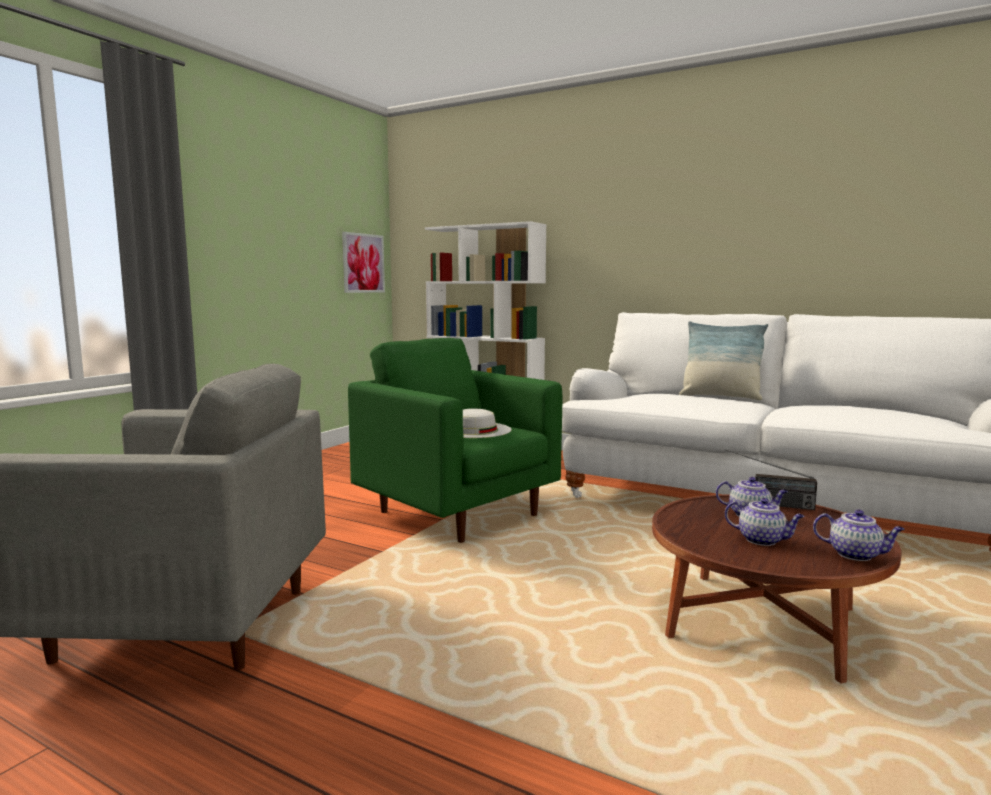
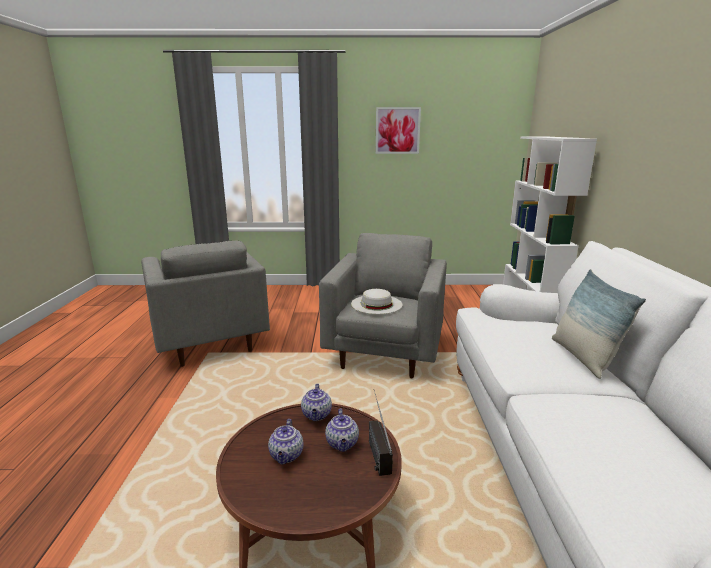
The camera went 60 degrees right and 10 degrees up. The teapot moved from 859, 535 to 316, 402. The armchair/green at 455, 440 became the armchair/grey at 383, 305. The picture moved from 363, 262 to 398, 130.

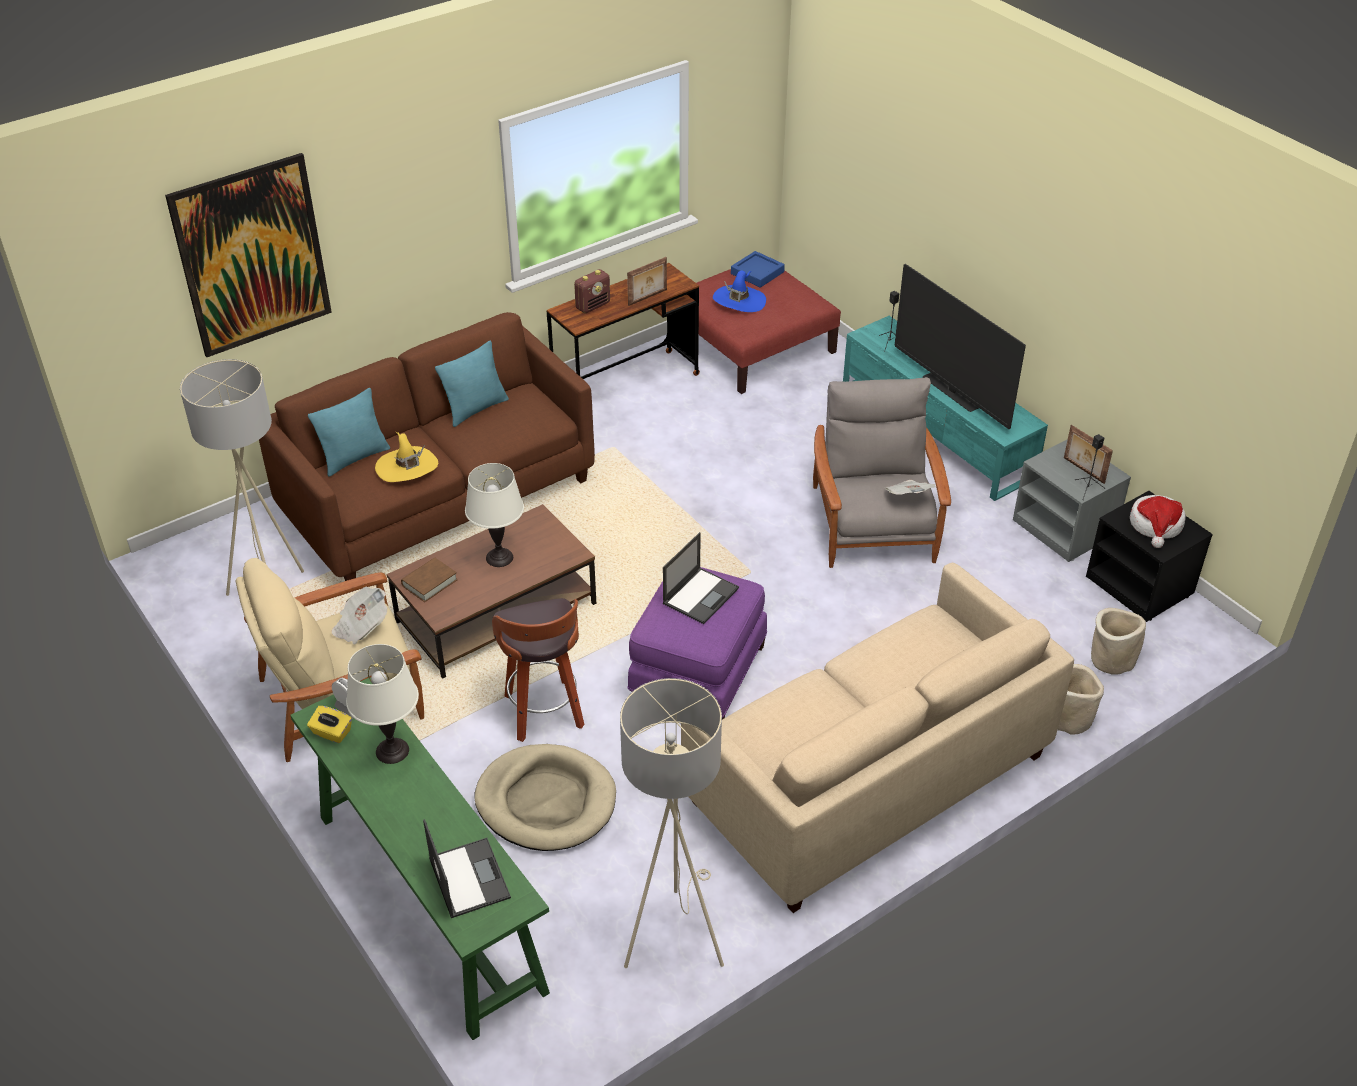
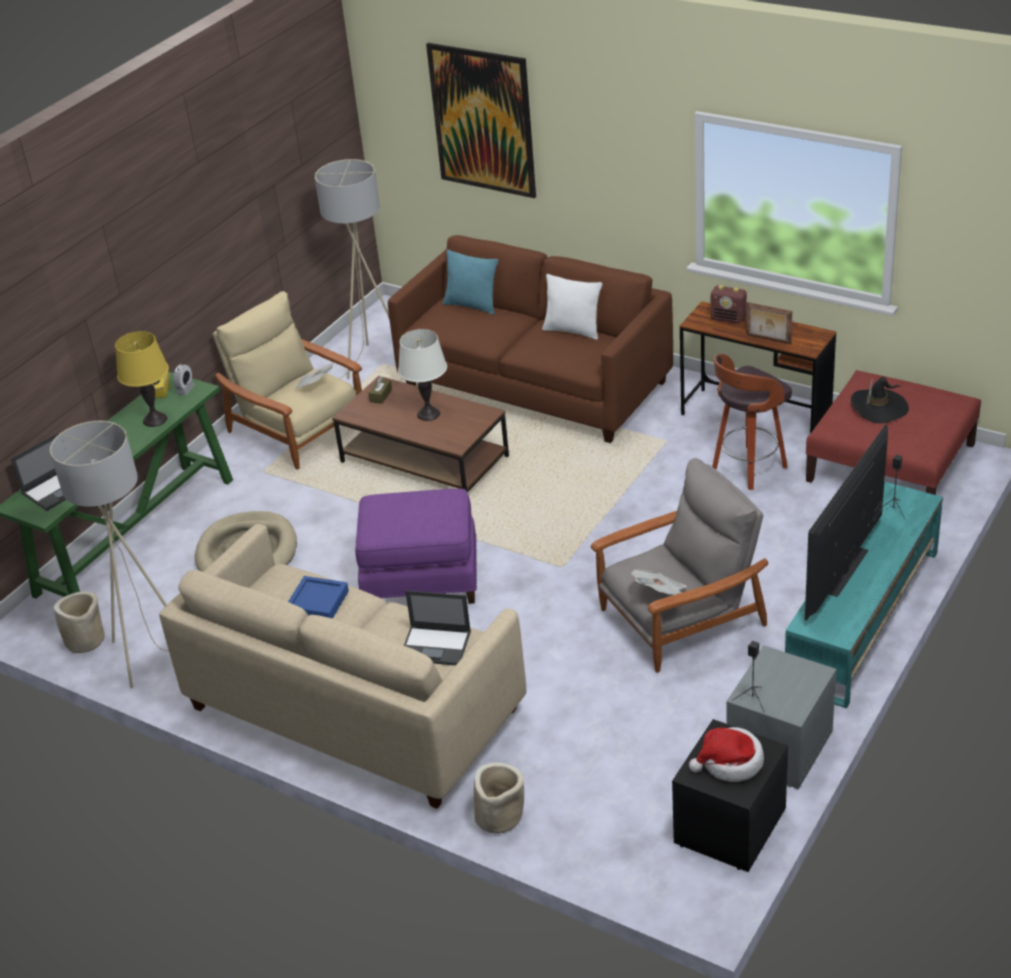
The camera went 70 degrees right and 5 degrees down. The planter/beige moved from 1118, 641 to 79, 622. The table lamp/white at 382, 704 became the table lamp/yellow at 142, 379. The tray/blue moved from 758, 269 to 318, 597. The book/brown at 429, 580 was replaced by the tissue box/brown at 380, 390. The laptop moved from 701, 578 to 437, 628. The pillow/turquoise at 472, 383 became the pillow/white at 572, 307. The stool moved from 538, 670 to 752, 422. The hat/blue at 739, 291 became the hat/black at 880, 400. The hat/yellow at 406, 457 disappeared. The picture frame at 1088, 454 disappeared.

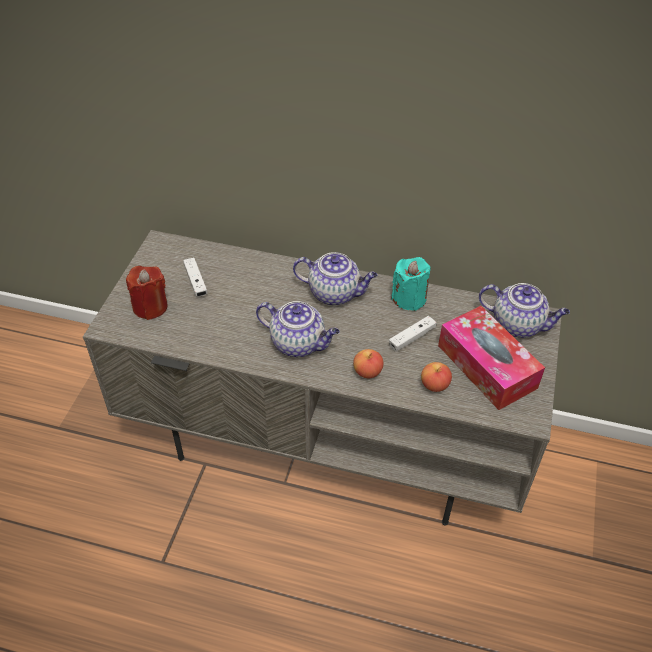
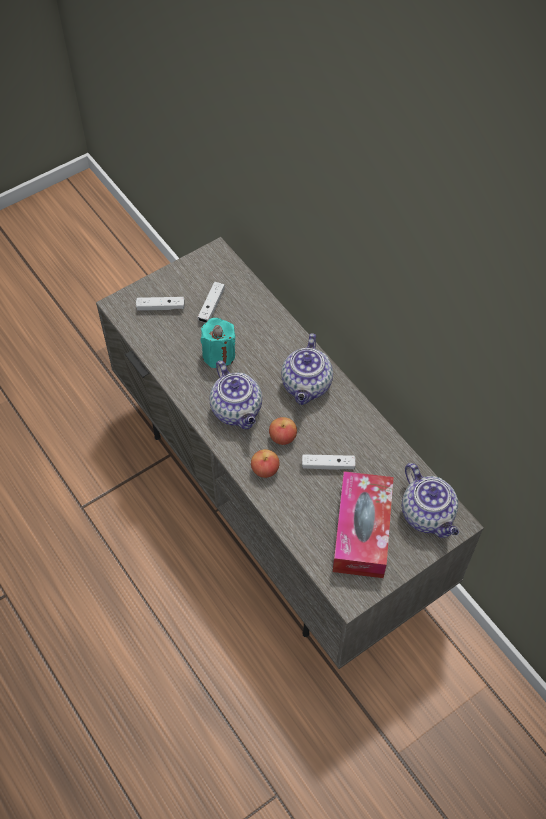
The camera went 40 degrees right and 10 degrees up. The candle/red at 147, 293 was replaced by the game controller/white at 160, 304. The candle/turquoise moved from 411, 284 to 217, 343. The apple moved from 436, 377 to 283, 431. The teapot at 335, 279 turned 45 degrees clockwise.

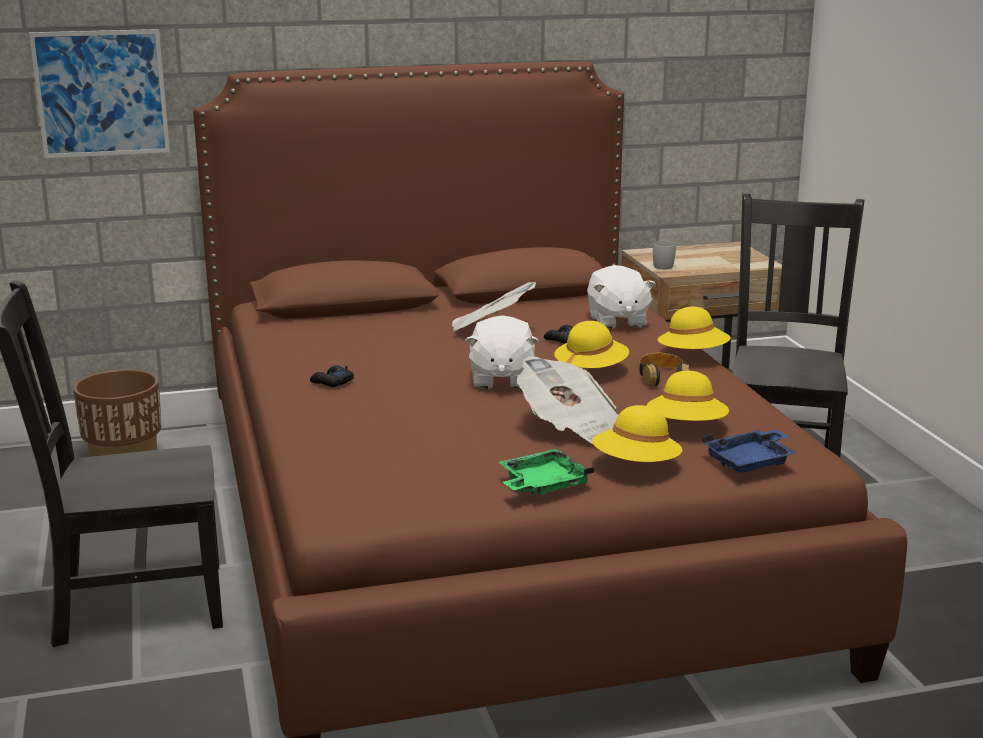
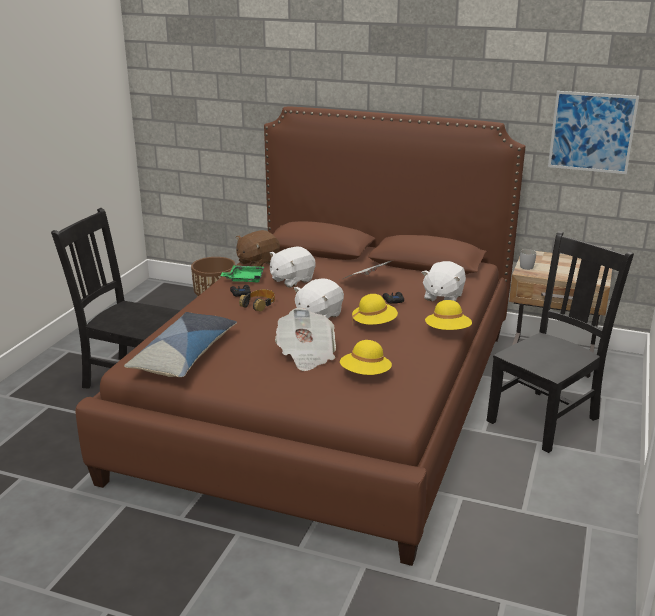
The camera went 35 degrees right and 5 degrees up. The pillow at 180, 344 appeared. The tray/green moved from 546, 472 to 242, 274. The plush toy/brown at 258, 248 appeared. The headphones moved from 663, 369 to 257, 300. The plush toy/white at 292, 267 appeared. The picture moved from 99, 93 to 593, 132. The hat/yellow at 637, 433 disappeared. The tray/blue at 750, 451 disappeared.

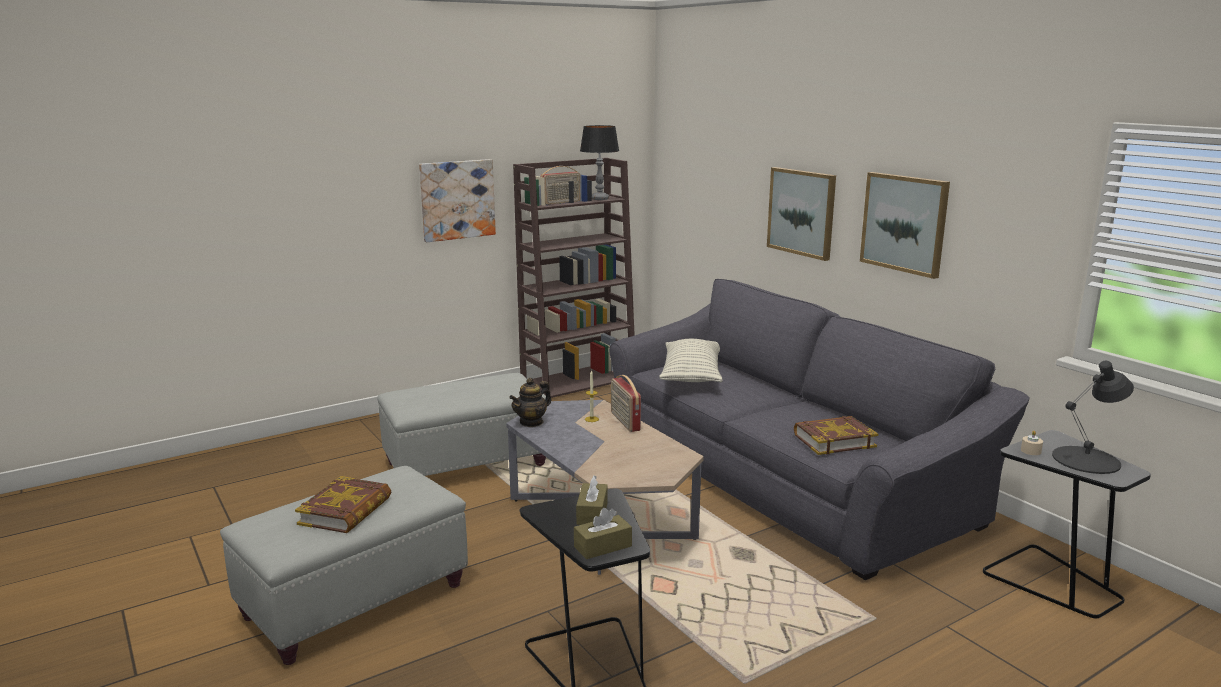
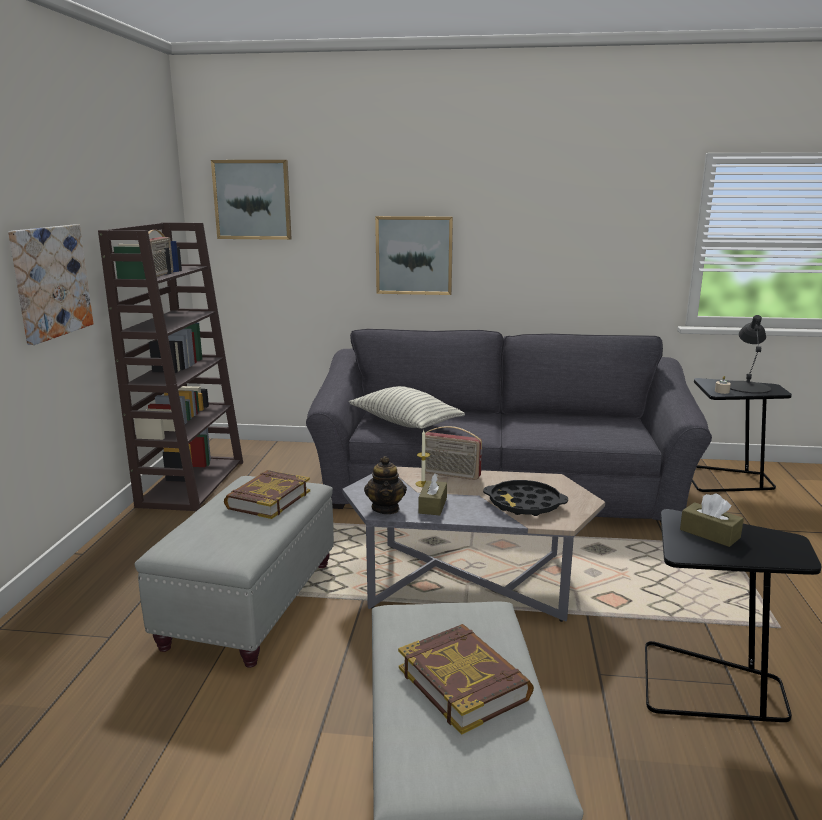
The camera went 50 degrees left and 0 degrees up. The picture moved from 905, 225 to 251, 200. The book moved from 836, 435 to 267, 494. The tissue box/brown moved from 603, 533 to 432, 494. The tray/black at 525, 498 appeared. The table lamp at 599, 162 disappeared.

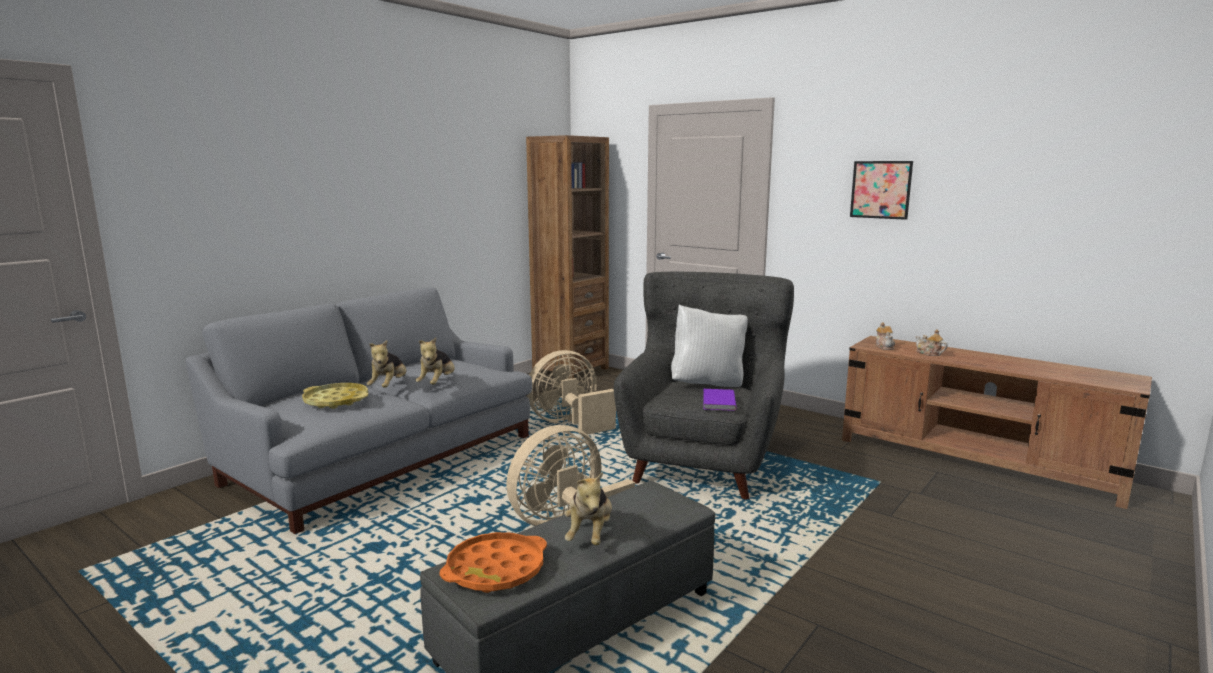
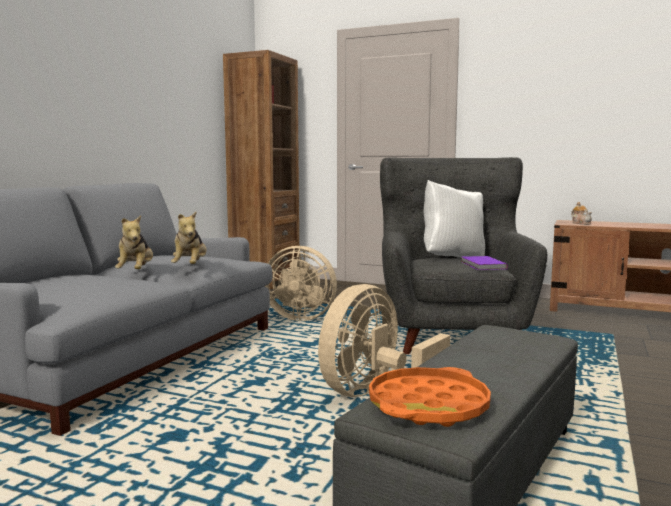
The camera went 15 degrees left and 5 degrees down. The fan/beige at 571, 392 turned 120 degrees counterclockwise. The tray/yellow at 335, 396 disappeared. The plush toy at 588, 508 disappeared. The picture at 881, 190 disappeared. The teapot at 932, 342 disappeared.

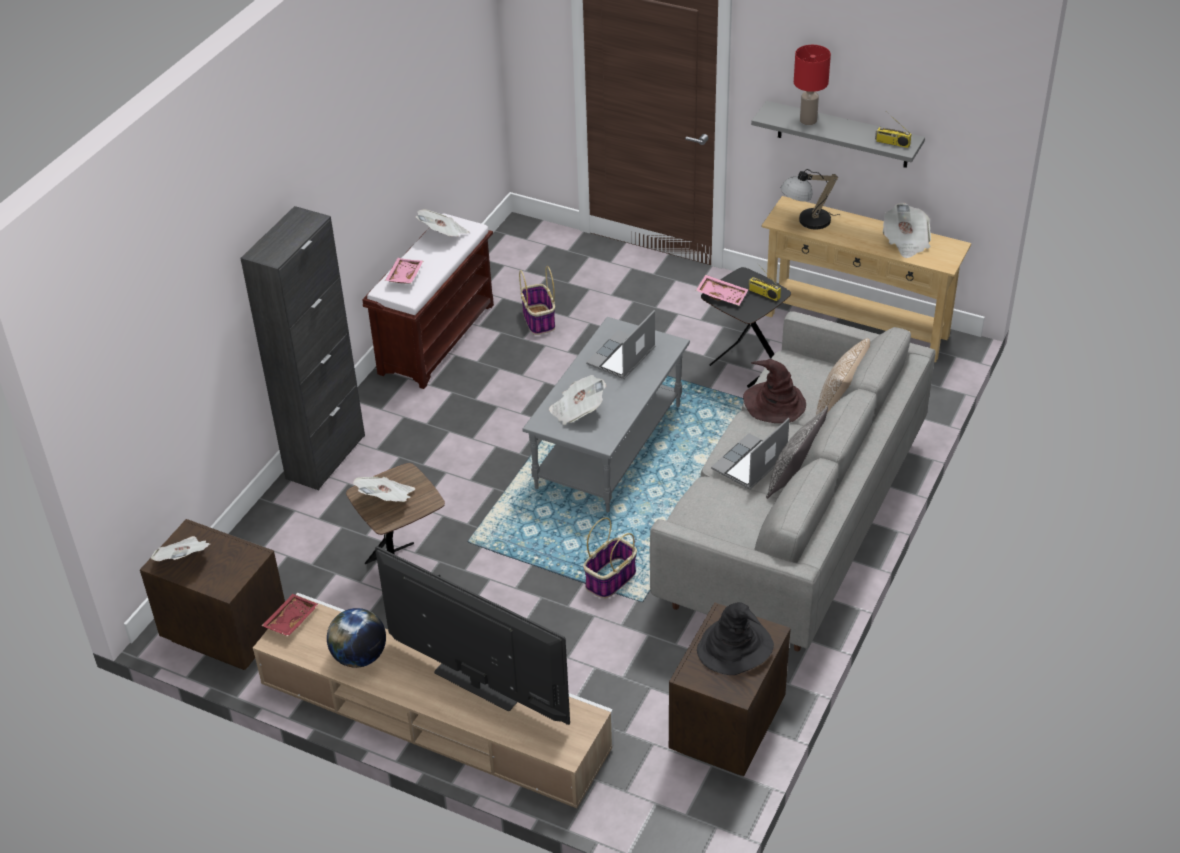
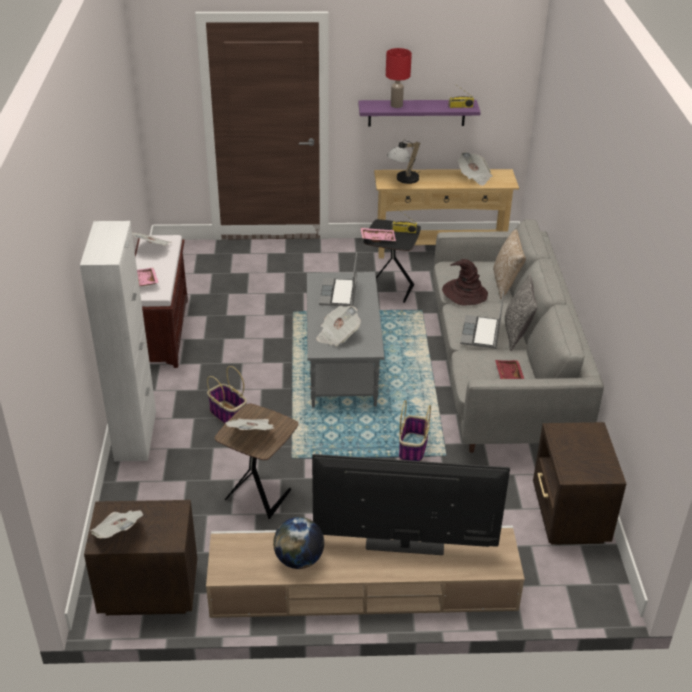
The camera went 30 degrees left and 5 degrees down. The cabinet/black at 302, 348 became the cabinet/white at 118, 341. The basket moved from 537, 300 to 227, 395. The shelf/grey at 838, 134 became the shelf/purple at 419, 113. The tray/red moved from 290, 615 to 509, 369. The hat/black at 735, 638 disappeared.

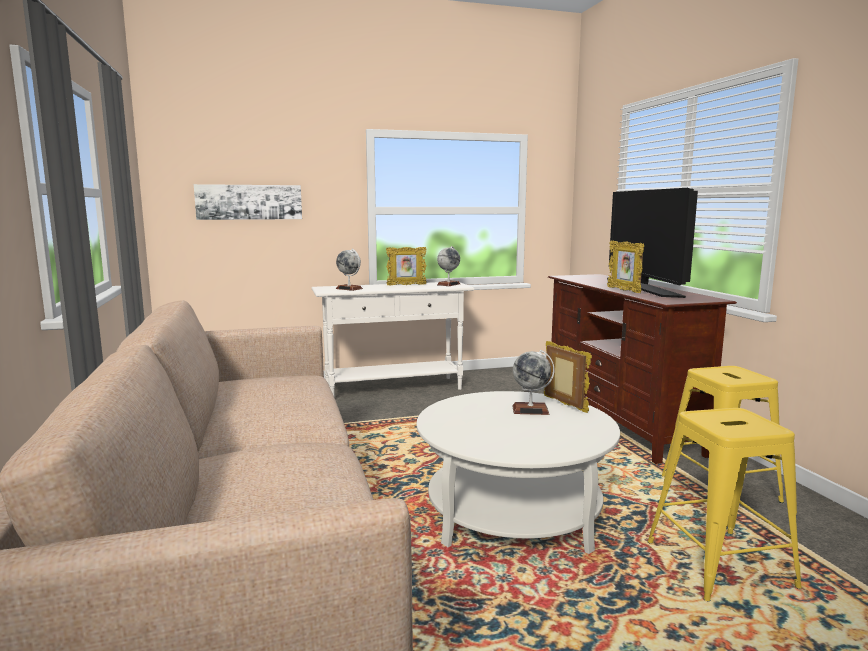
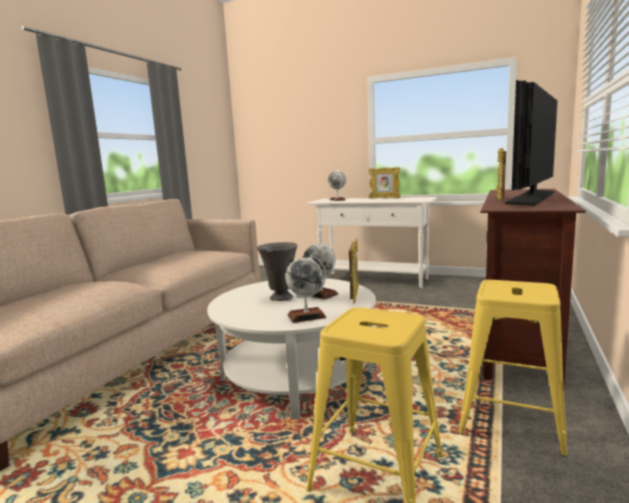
The camera went 40 degrees right and 0 degrees up. The vase/grey at 277, 271 appeared. The globe moved from 448, 266 to 305, 289. The picture at 248, 202 disappeared.

